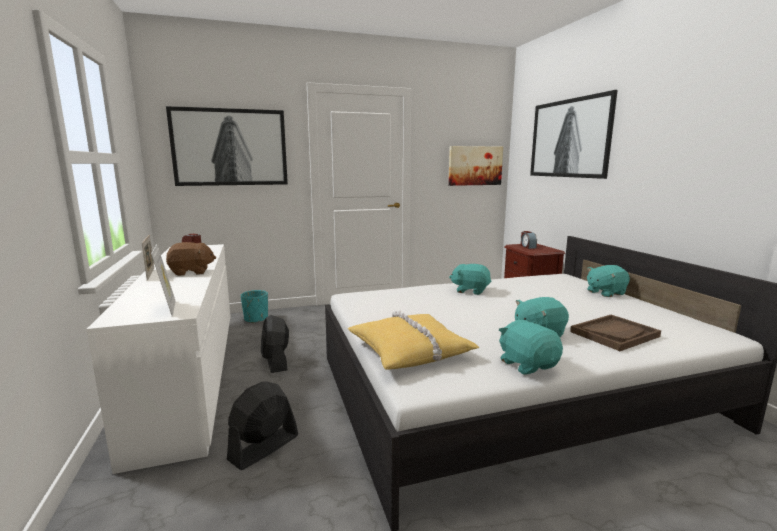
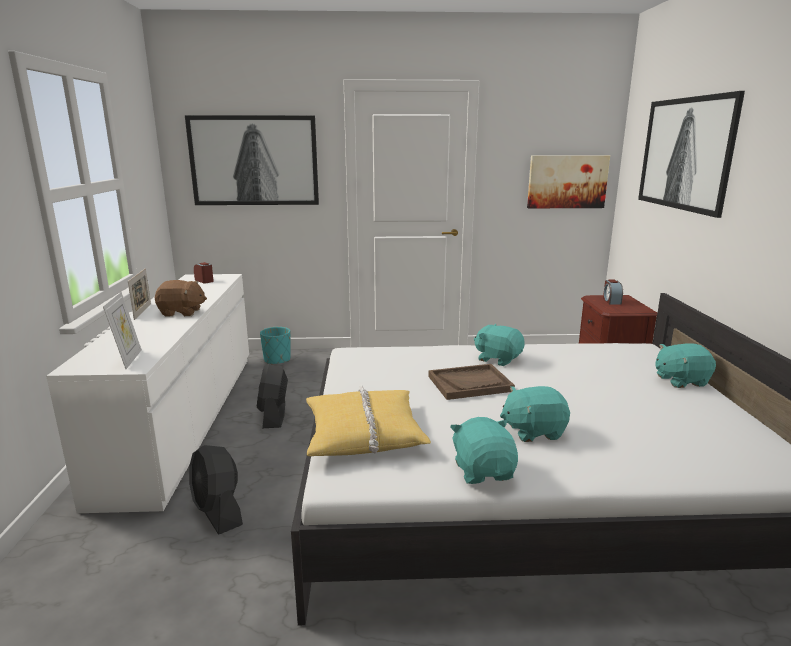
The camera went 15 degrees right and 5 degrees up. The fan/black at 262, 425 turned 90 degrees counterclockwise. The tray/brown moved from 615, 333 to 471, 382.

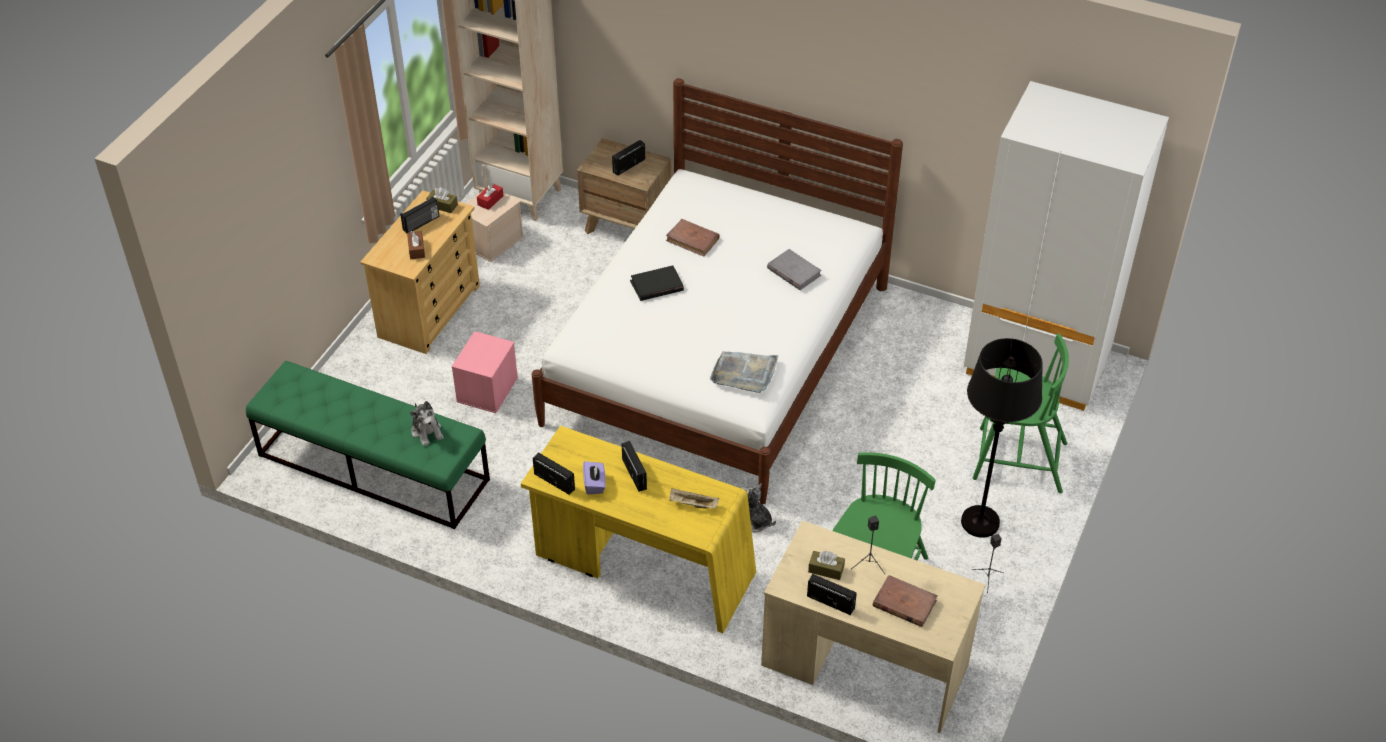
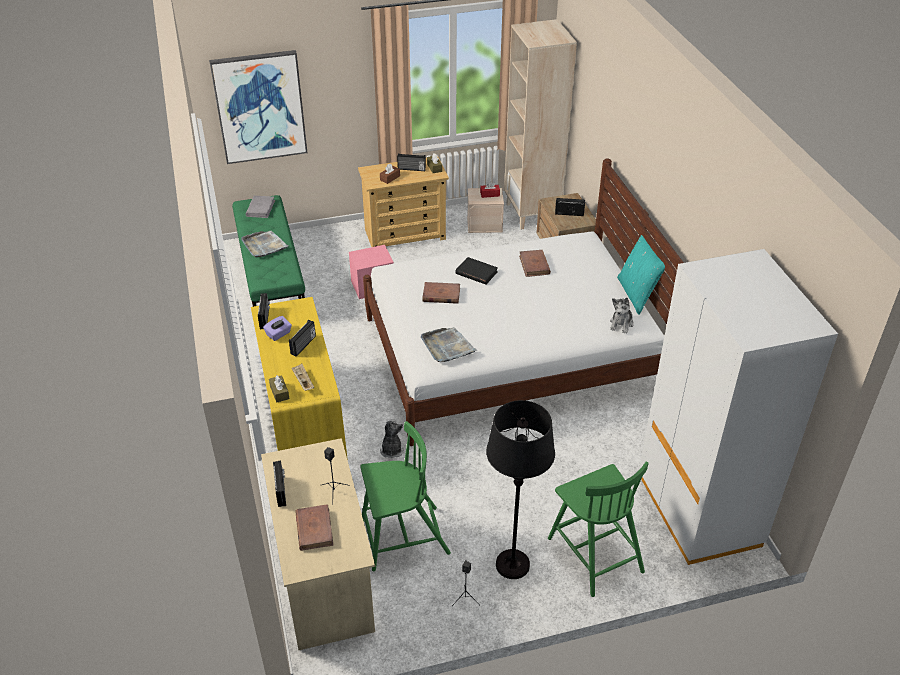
The camera went 50 degrees right and 5 degrees down. The picture at 258, 107 appeared. The tray/grey at 265, 244 appeared. The book/grey moved from 794, 269 to 260, 207. The tissue box/brown moved from 826, 565 to 279, 389. The book/brown at 441, 293 appeared. The plush toy moved from 427, 423 to 622, 315. The pillow/turquoise at 641, 275 appeared.

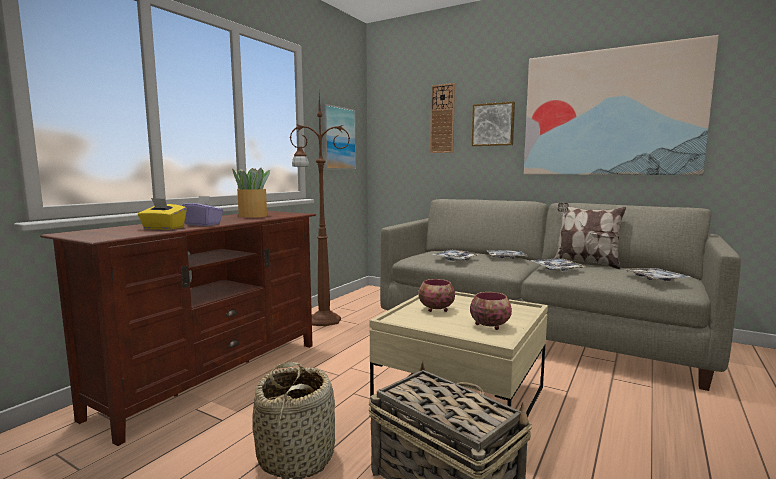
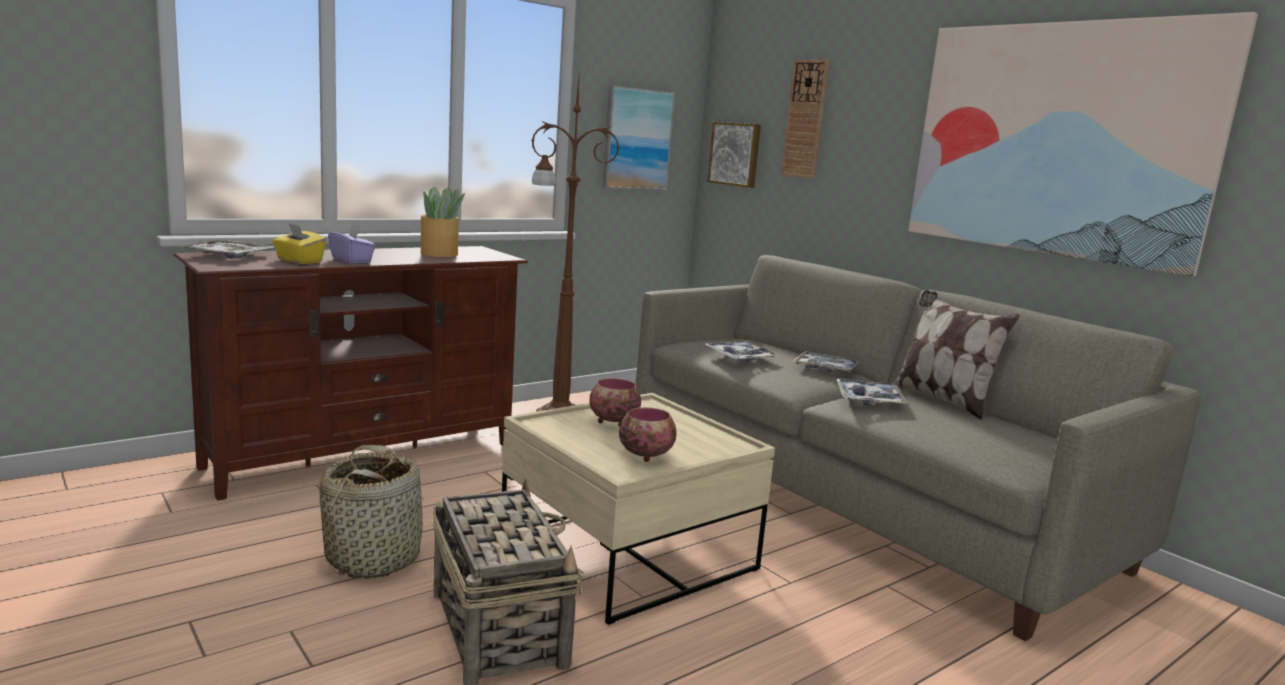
The camera went 20 degrees right and 5 degrees up. The tray moved from 658, 274 to 226, 249. The picture moved from 493, 123 to 734, 155.

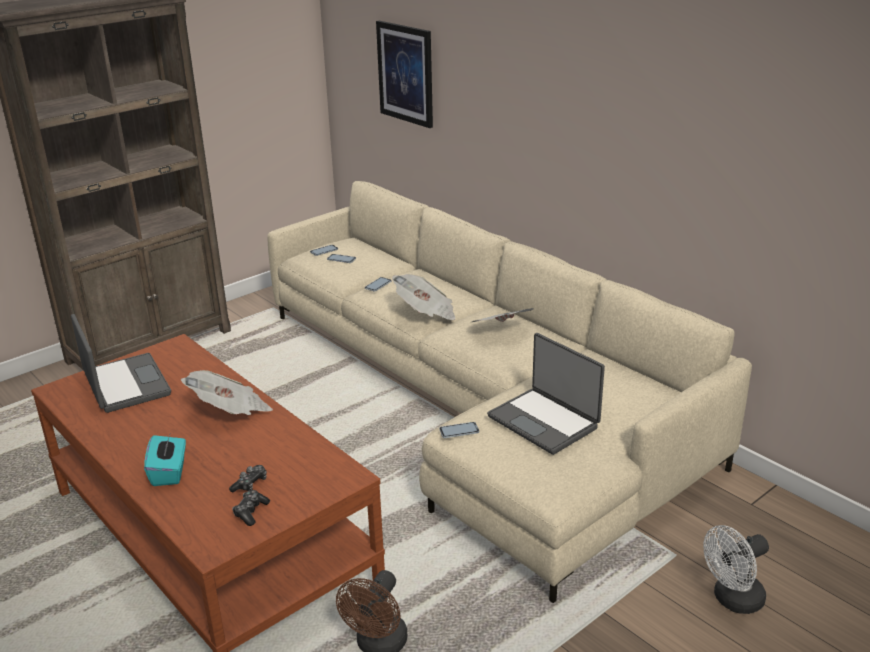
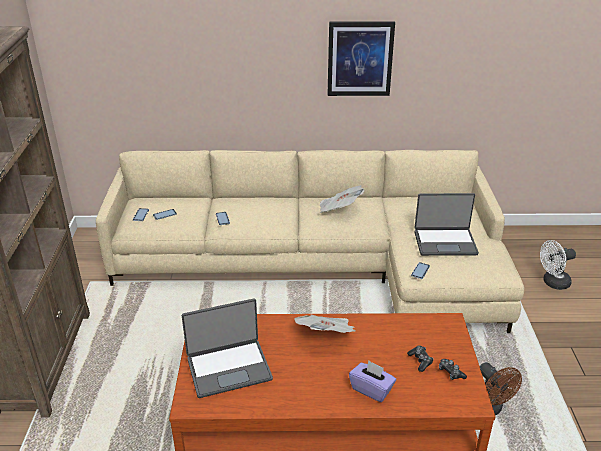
The camera went 50 degrees left and 5 degrees up. The laptop at 121, 363 turned 150 degrees clockwise. The picture moved from 404, 74 to 361, 58. The tissue box/turquoise at 165, 459 became the tissue box/purple at 372, 381. The fan/white at 736, 569 turned 60 degrees clockwise. The newspaper at 424, 297 disappeared.

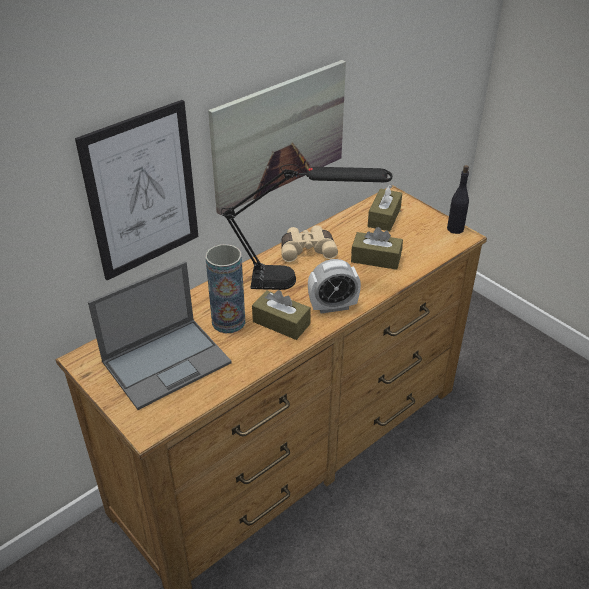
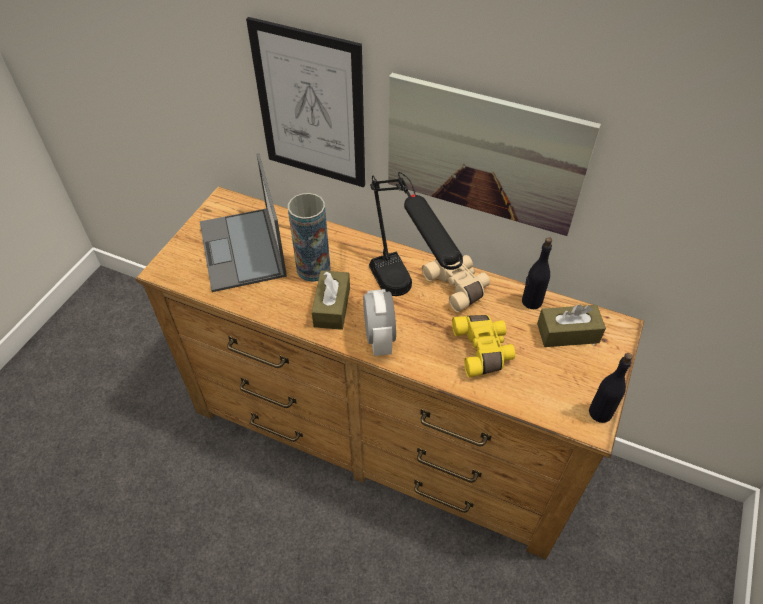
The camera went 65 degrees right and 10 degrees up. The laptop at 160, 335 turned 45 degrees clockwise. The alarm clock at 334, 286 turned 150 degrees counterclockwise. The tissue box/brown at 377, 248 was replaced by the binoculars/yellow at 483, 346. The bottle/black at 537, 273 appeared.

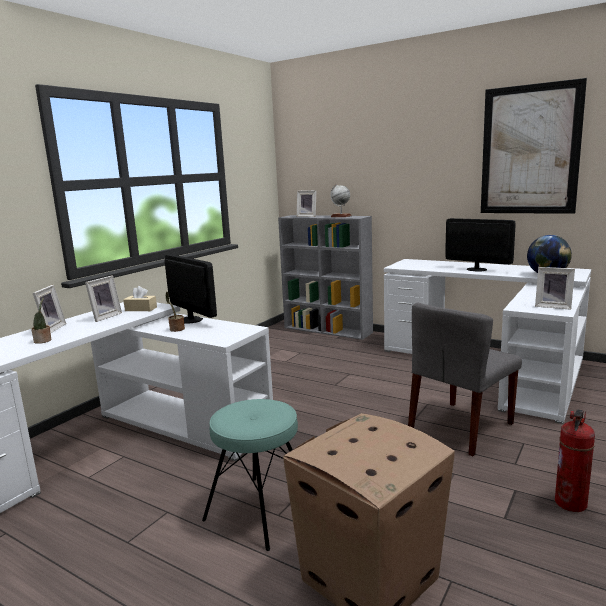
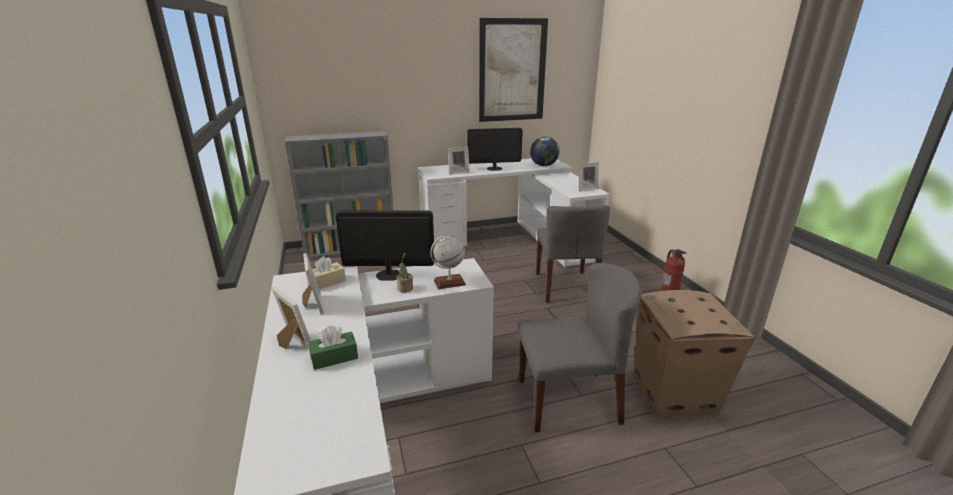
The camera went 50 degrees left and 10 degrees up. The potted plant at 41, 320 was replaced by the tissue box/green at 333, 348. The globe moved from 341, 200 to 448, 262. The picture frame moved from 306, 203 to 459, 160. The stool/turquoise at 250, 475 was replaced by the chair/grey at 580, 347.

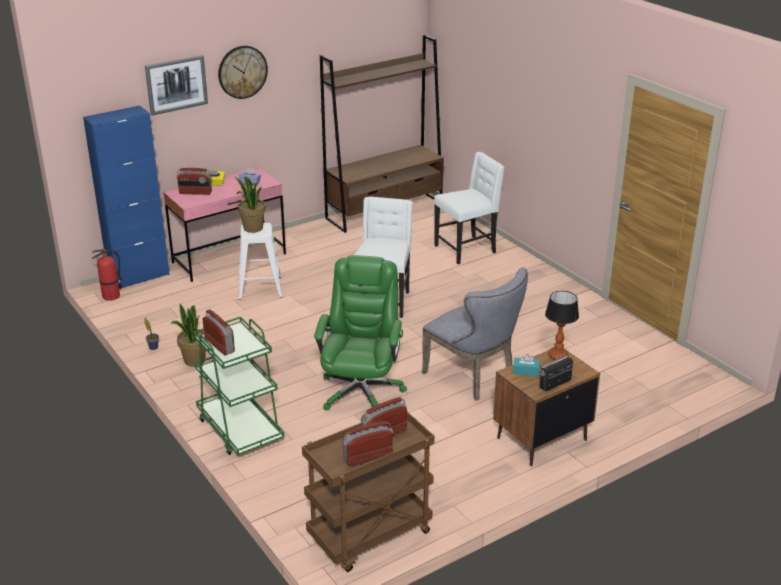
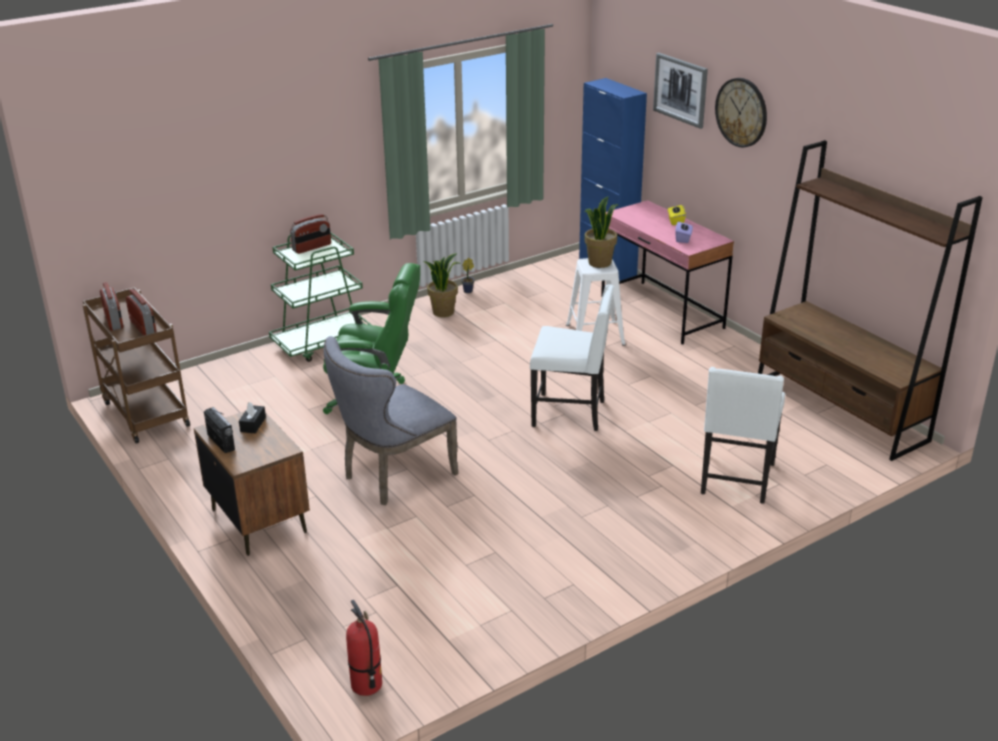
The camera went 90 degrees right and 0 degrees up. The tissue box/turquoise at 526, 365 became the tissue box/black at 252, 417. The fire extinguisher moved from 106, 274 to 364, 648. The chair/white at 469, 208 turned 45 degrees clockwise. The radio at 194, 181 disappeared. The table lamp at 562, 325 disappeared.

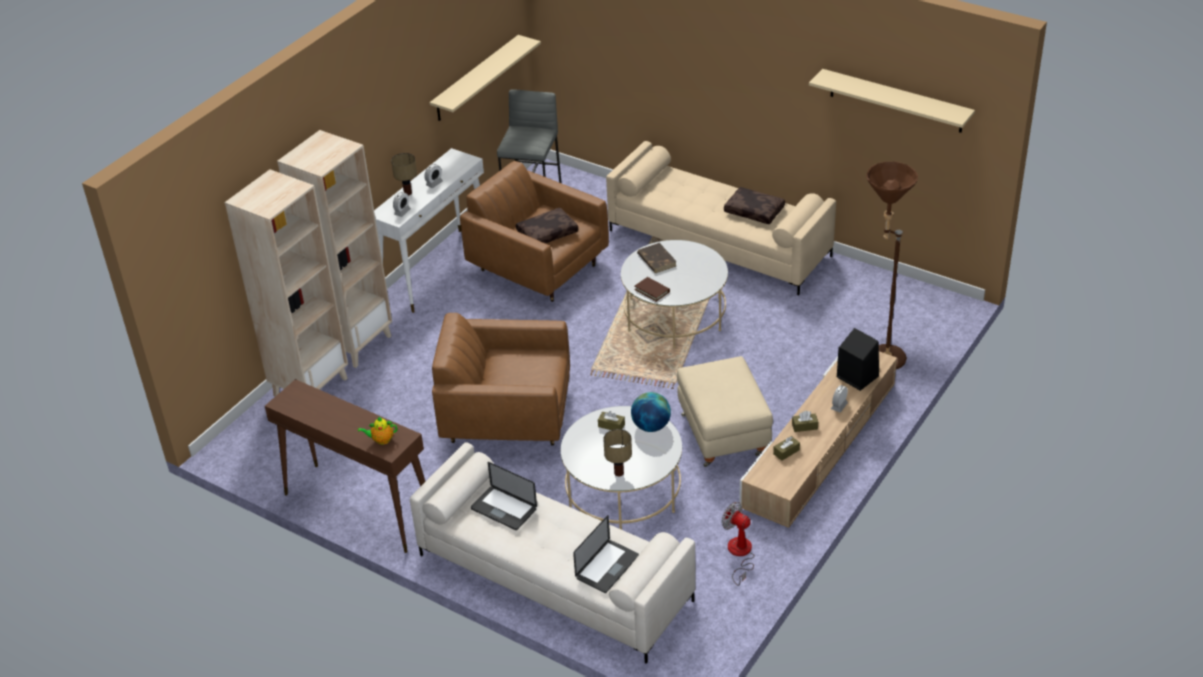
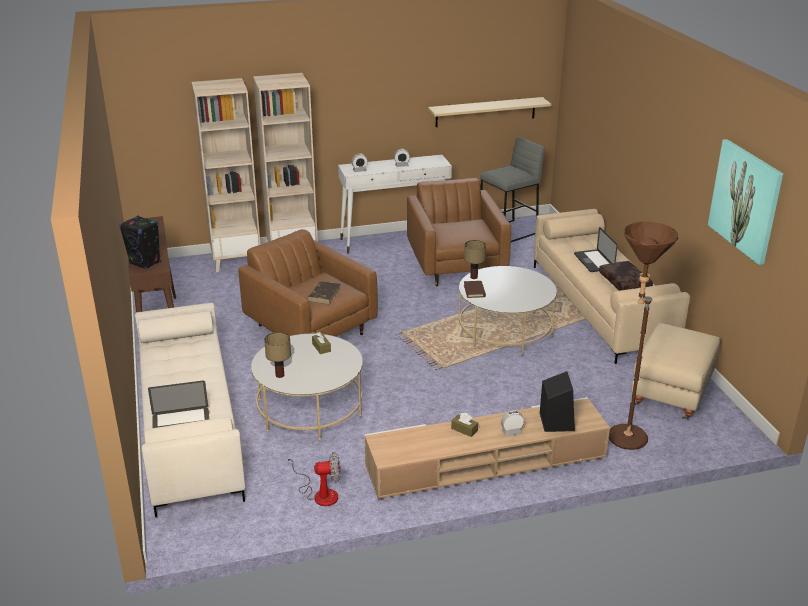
The camera went 40 degrees right and 10 degrees down. The teapot at 377, 431 was replaced by the speaker/black at 140, 243. The fan at 738, 544 turned 90 degrees clockwise. The book/brown moved from 657, 258 to 324, 293. The table lamp moved from 404, 174 to 475, 259. The laptop moved from 504, 496 to 596, 249. The ottoman/beige moved from 725, 411 to 676, 371. The shelf/beige at 892, 101 was replaced by the picture at 745, 202. The pillow/brown at 547, 226 disappeared. The globe at 651, 412 disappeared. The tissue box/brown at 786, 448 disappeared.

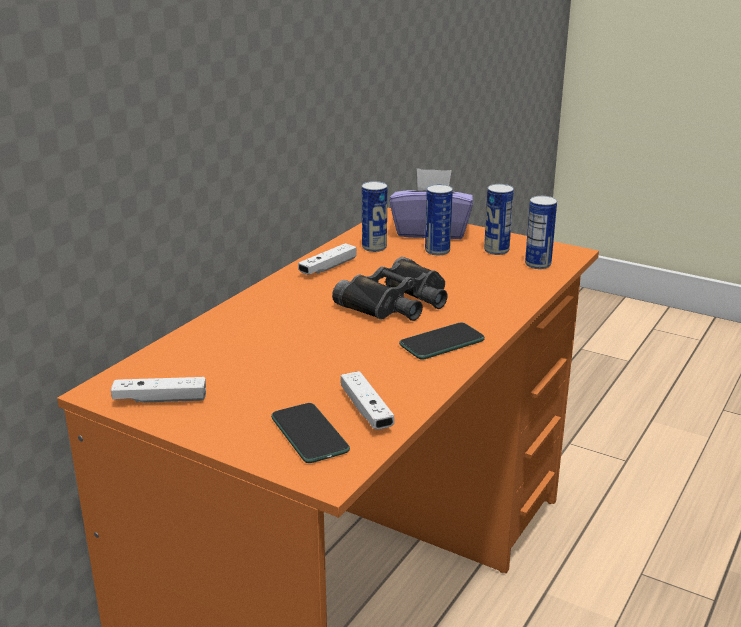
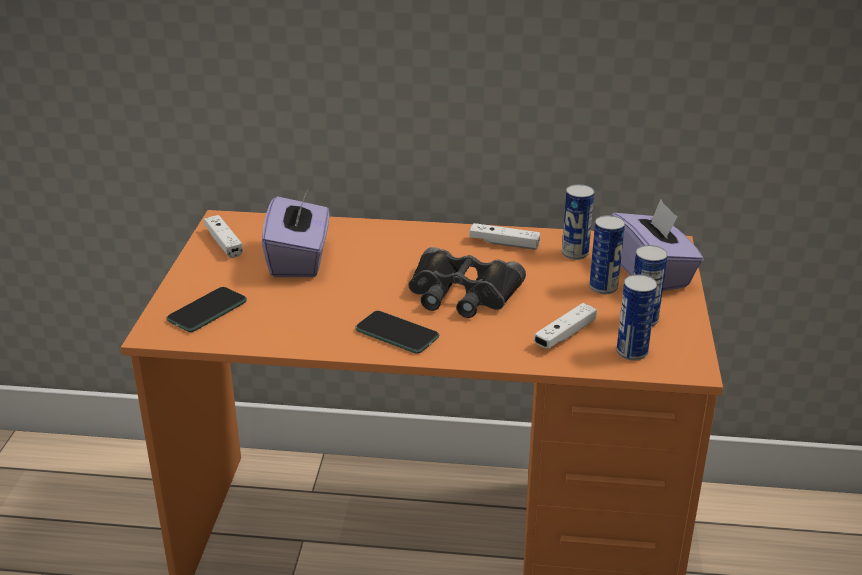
The camera went 65 degrees right and 5 degrees up. The tissue box/purple at 295, 233 appeared. The game controller/white moved from 368, 400 to 565, 326.

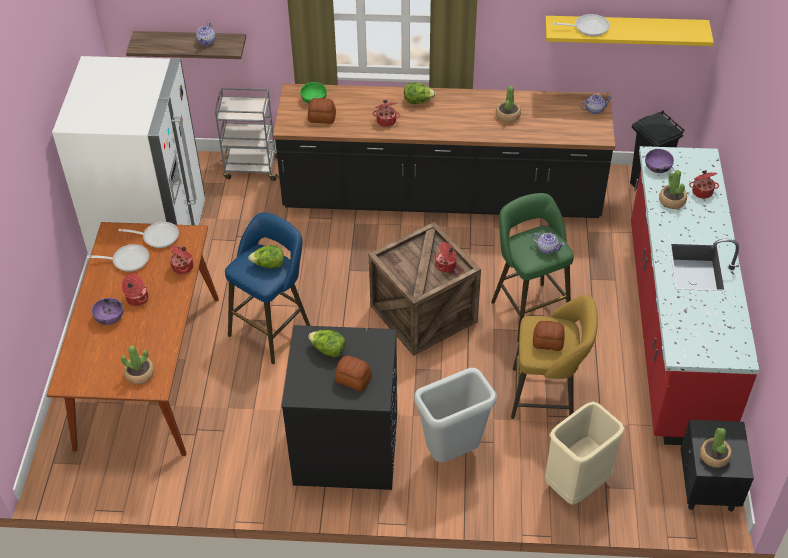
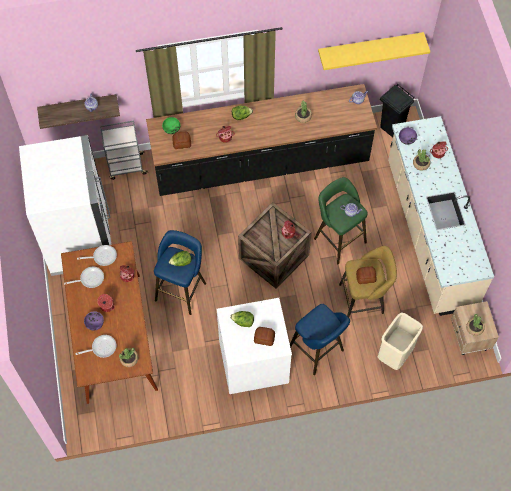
The camera went 15 degrees left and 15 degrees up. The frying pan moved from 581, 25 to 95, 346. The washing machine/black at 339, 407 became the washing machine/white at 254, 346. The trash can/grey at 455, 415 was replaced by the stool/blue at 320, 339. The counter/red at 695, 295 became the counter/beige at 441, 216. The nightstand/black at 717, 466 became the nightstand/beige at 475, 328.

